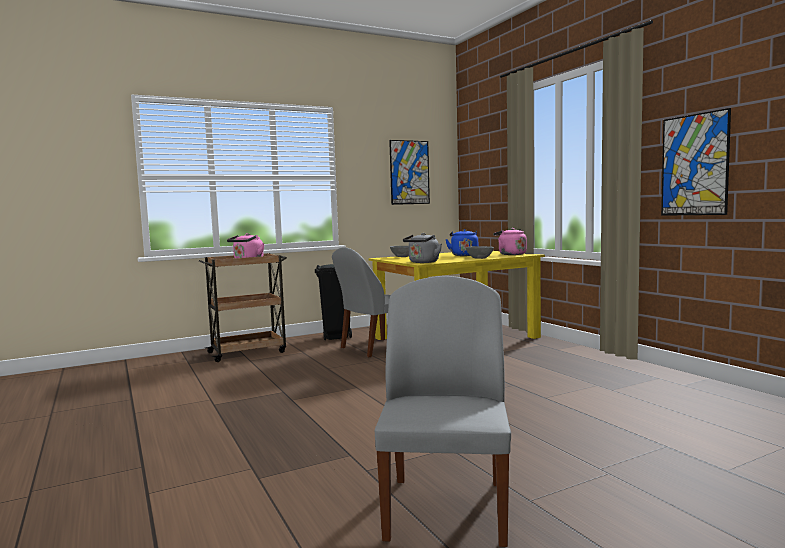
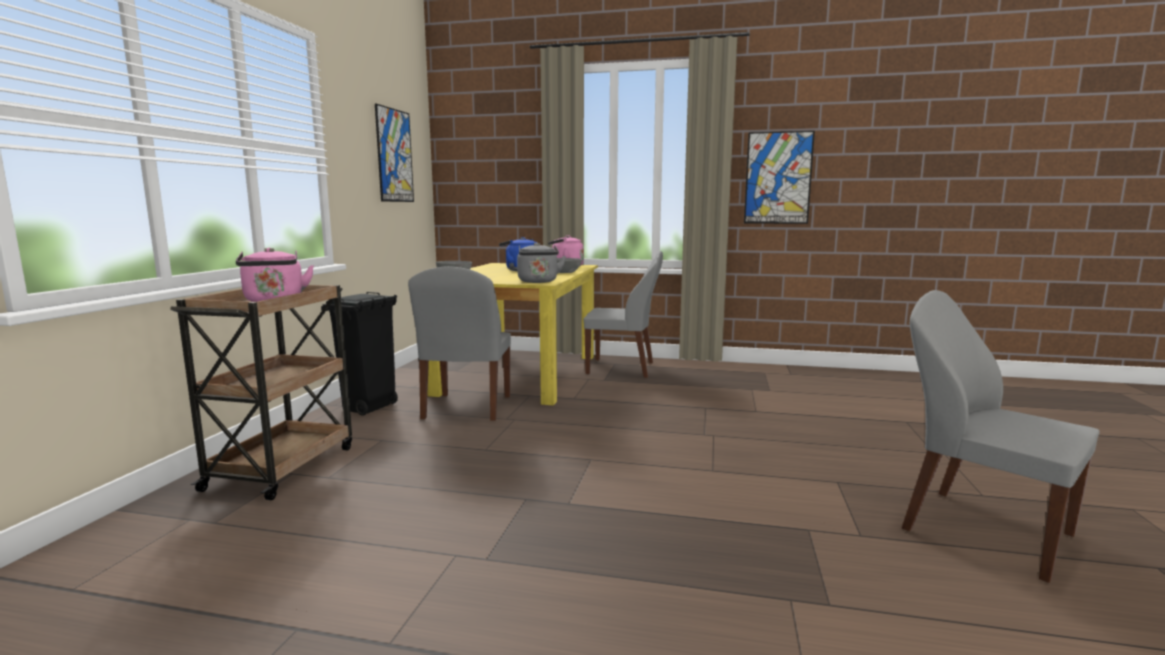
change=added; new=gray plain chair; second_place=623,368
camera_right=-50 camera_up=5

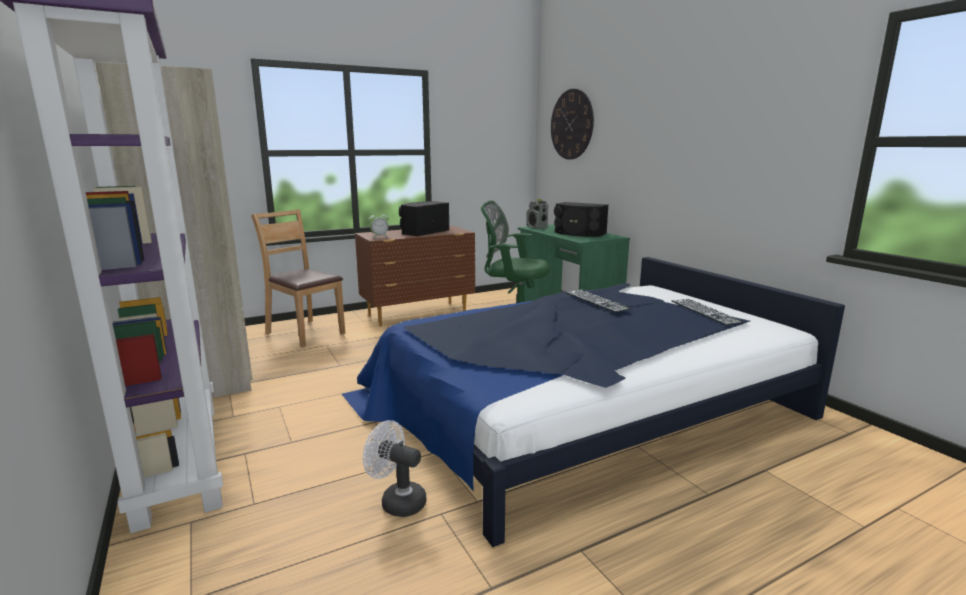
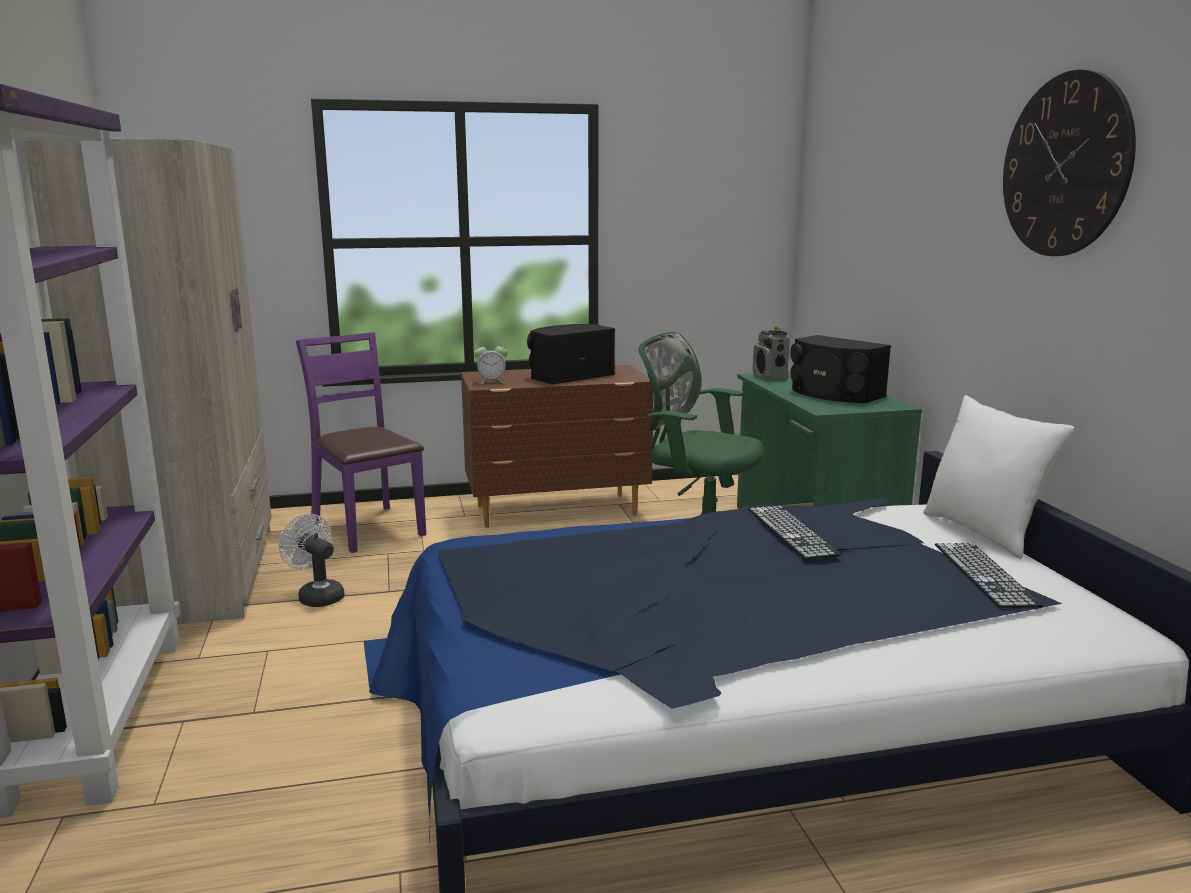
change=added; new=white throw pillow; second_place=983,533
change=moved; old=white cooling fan; first_place=397,501; second_place=317,596
change=moved; old=clock on the wall; first_place=571,124; second_place=1065,165
change=recoloured; old=brown-coloured plain chair; new=purple-coloured plain chair; first_place=305,333; second_place=368,528
camera_right=15 camera_up=0

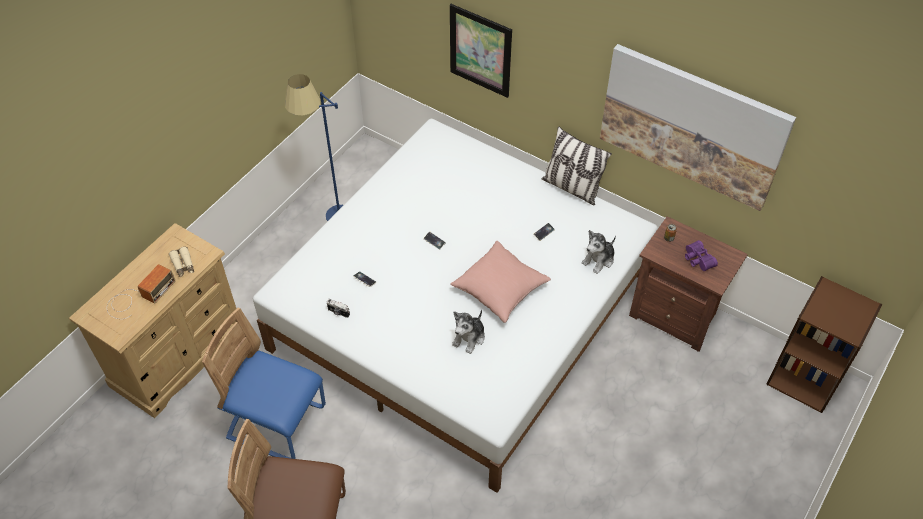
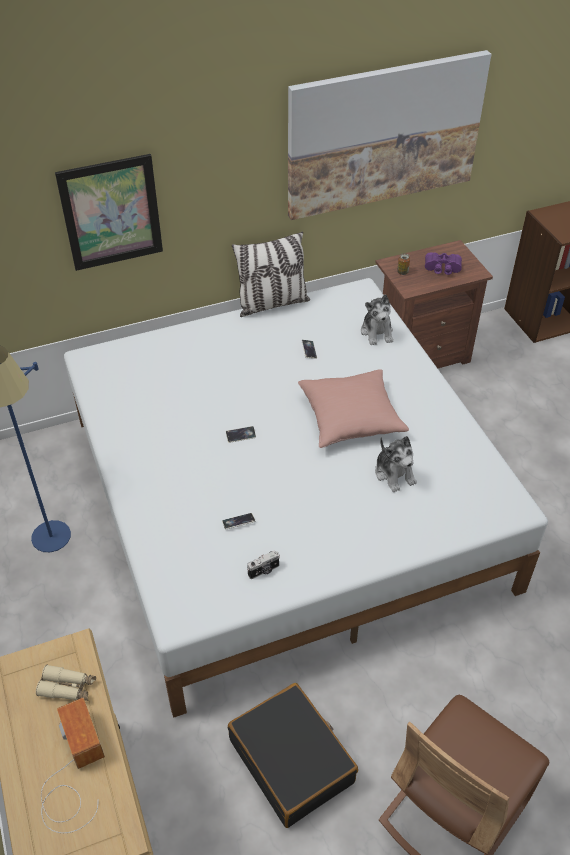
change=replaced; old=blue plain chair; new=black-coloured travel case; first_place=277,423; second_place=292,760
camera_right=-55 camera_up=-5

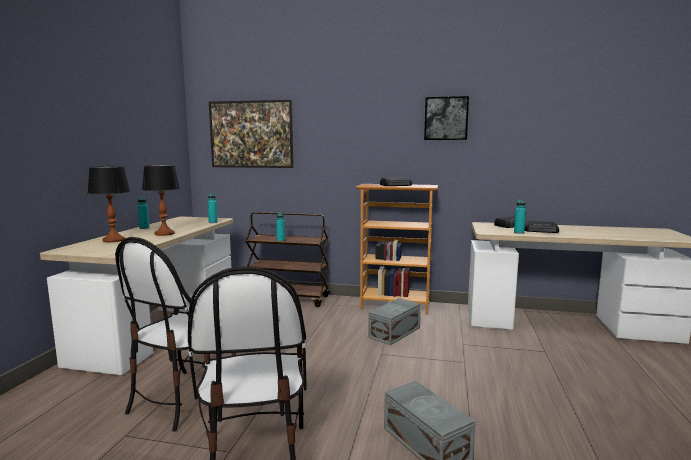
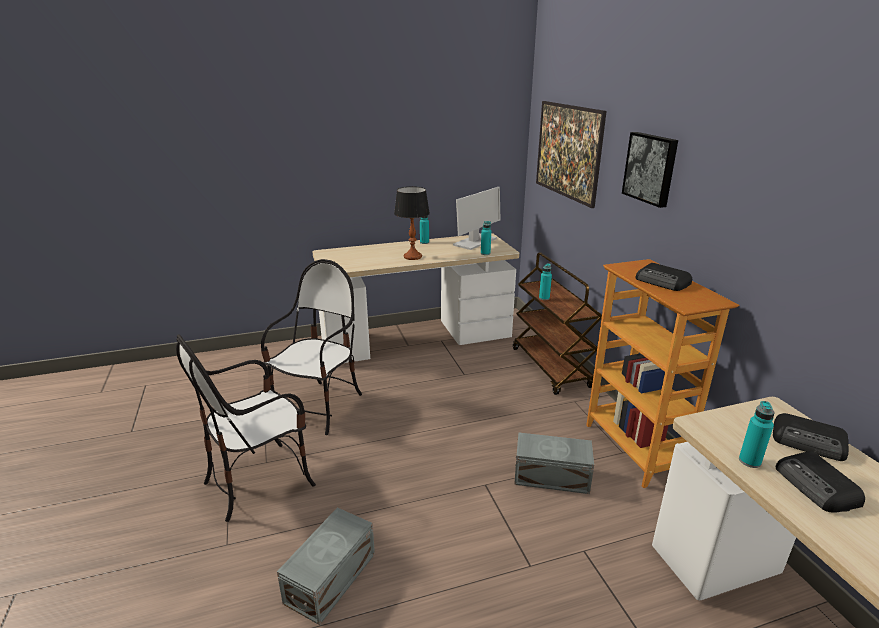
change=removed; old=table lamp; first_place=114,240
change=added; new=monitor; second_place=475,242
change=moved; old=wall picture; first_place=446,118; second_place=651,168
change=turned; old=plain chair; first_place=184,398; second_place=320,407; degrees=120
camera_right=60 camera_up=15

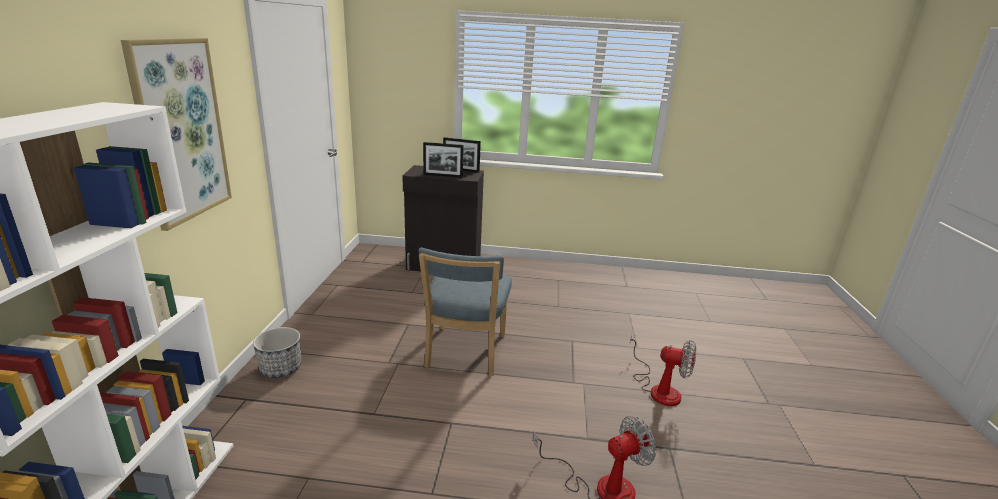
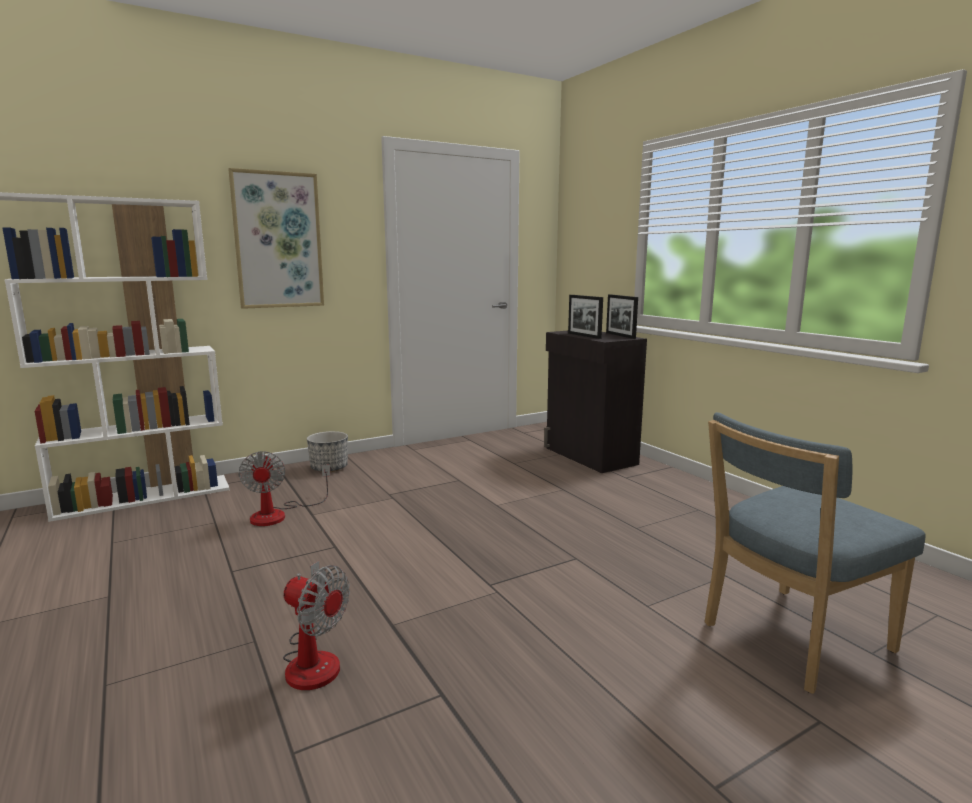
change=moved; old=blue plain chair; first_place=464,354; second_place=789,639
change=moved; old=cooling fan; first_place=658,388; second_place=279,514
camera_right=55 camera_up=-10

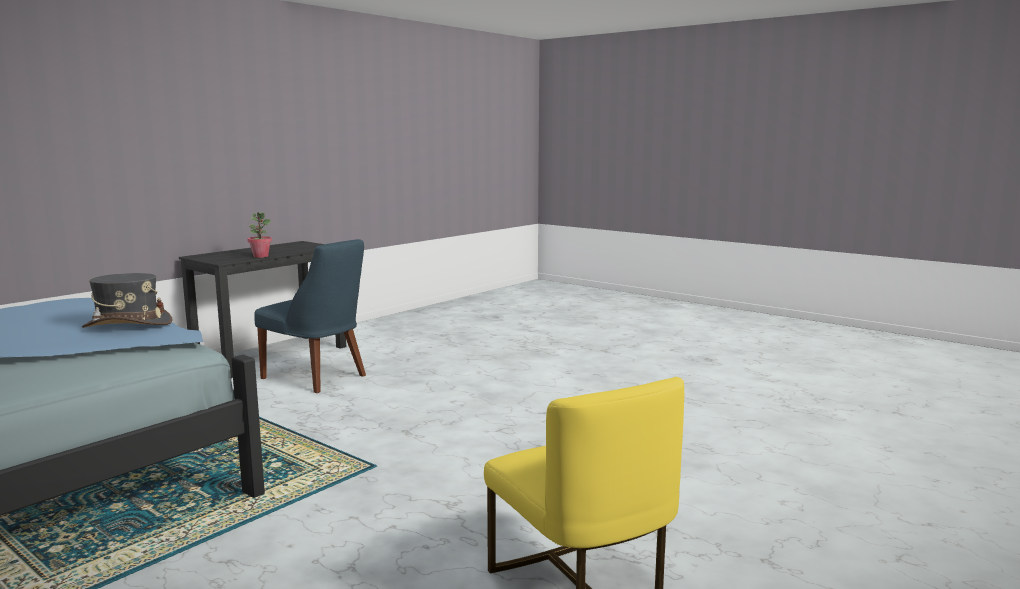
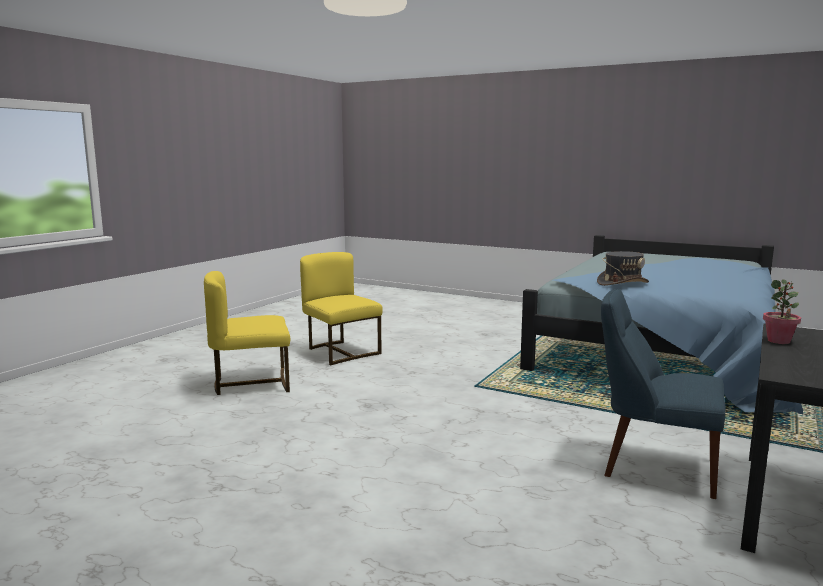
change=added; new=yellow-coloured plain chair; second_place=252,383
camera_right=170 camera_up=0

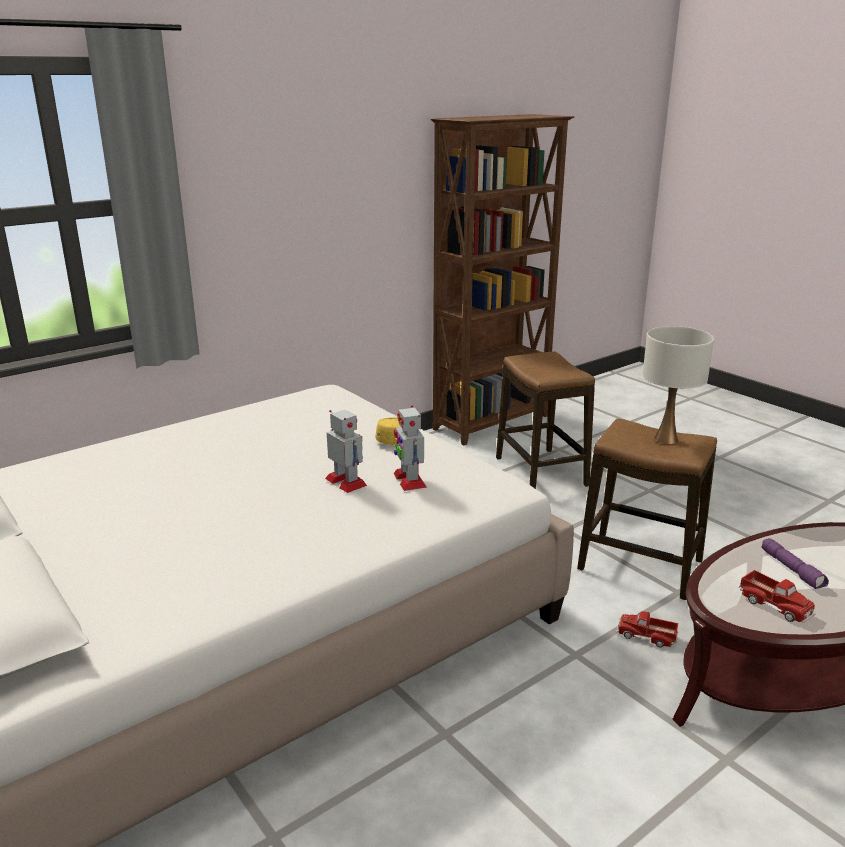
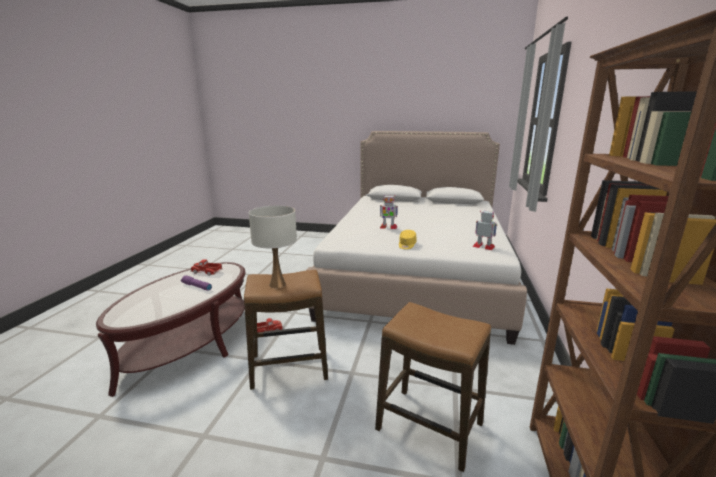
change=moved; old=model robot; first_place=409,480; second_place=483,246
camera_right=140 camera_up=-5

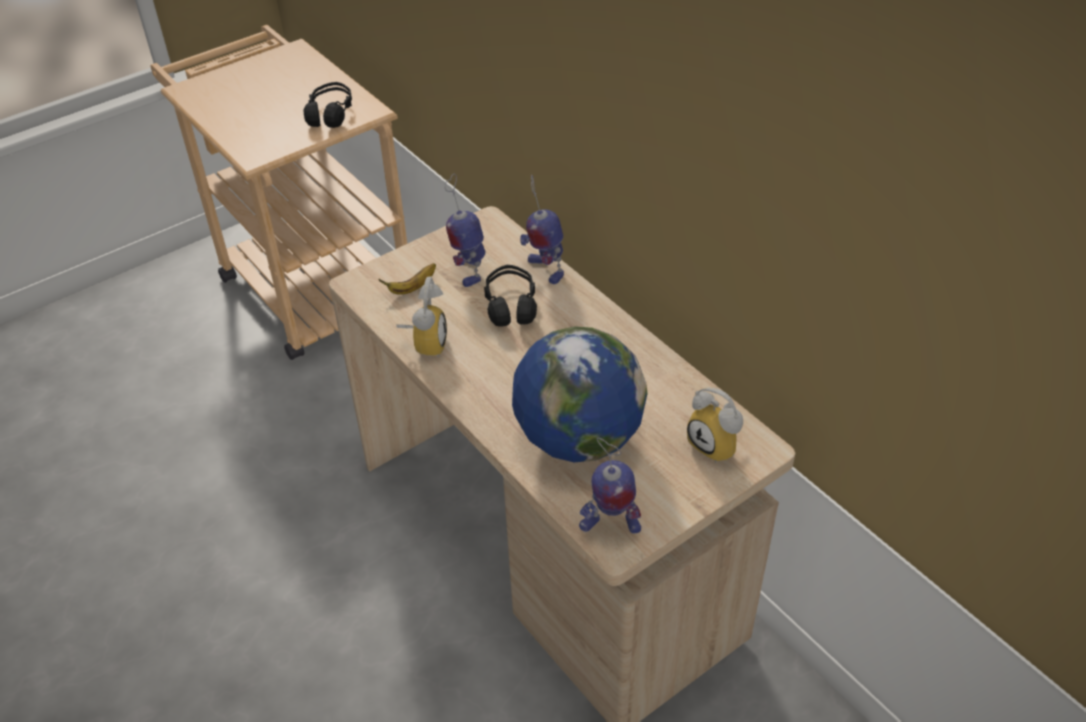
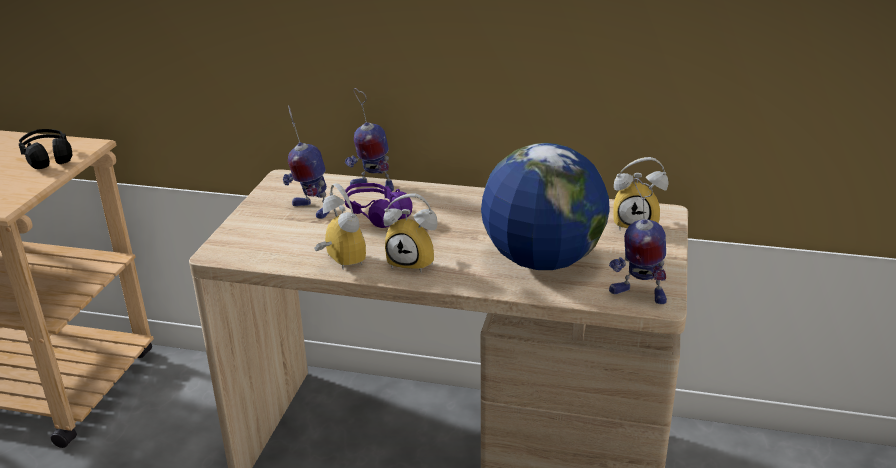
change=removed; old=banana; first_place=412,288
change=added; new=bedside clock; second_place=414,262
change=recoloured; old=black-coloured headset; new=purple-coloured headset; first_place=511,305; second_place=376,214
change=turned; old=model robot; first_place=609,525; second_place=637,294; degrees=60
camera_right=-40 camera_up=-15

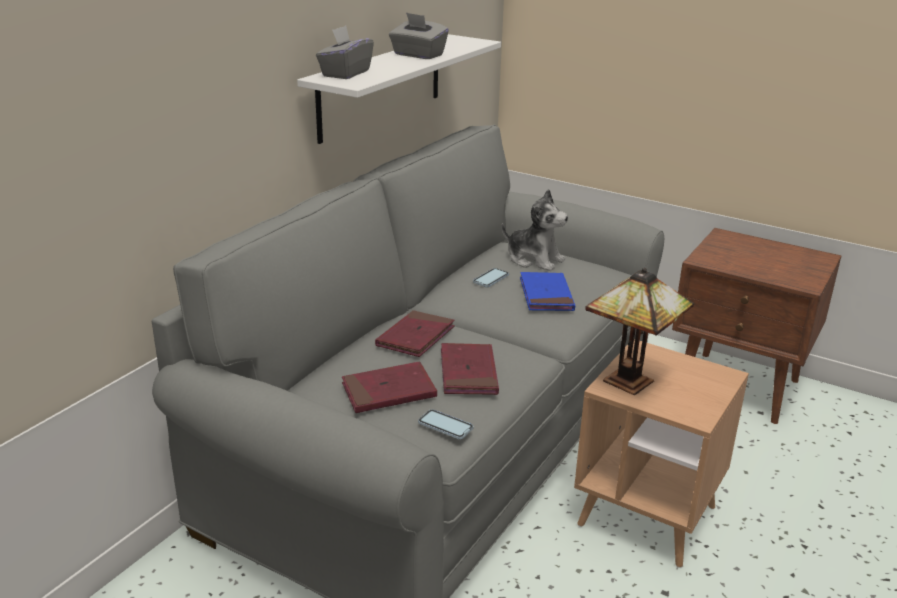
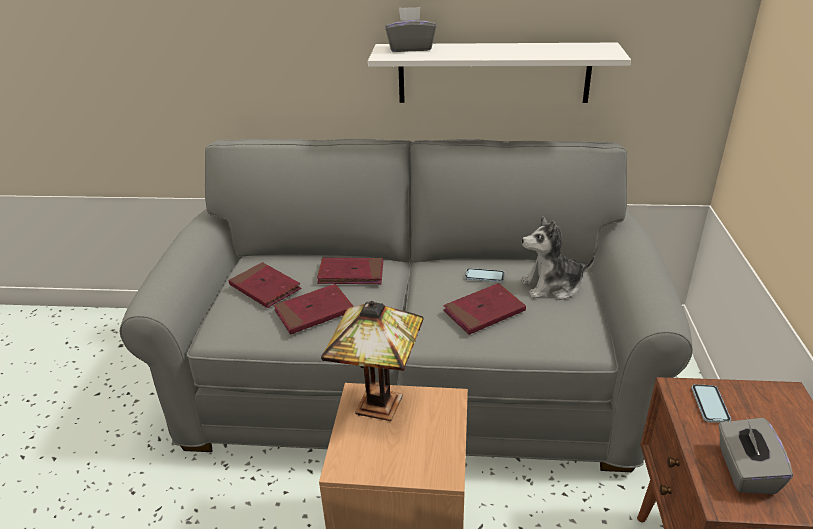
change=moved; old=gray tissue holder; first_place=418,55; second_place=745,470
change=moved; old=phone; first_place=445,426; second_place=710,404
change=recoloured; old=blue bound book; new=red bound book; first_place=546,295; second_place=484,312
change=turned; old=cuddly toy; first_place=534,259; second_place=552,286; degrees=75
camera_right=65 camera_up=5

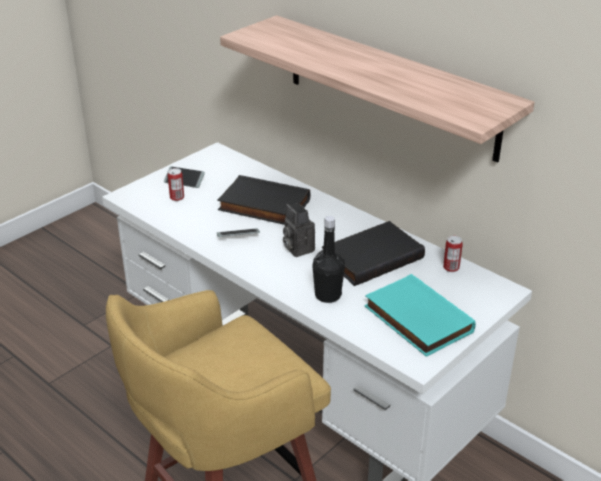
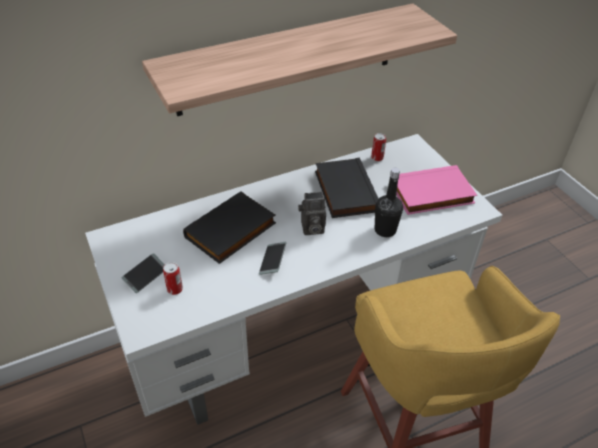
change=recoloured; old=turquoise-coloured bound book; new=pink bound book; first_place=415,320; second_place=431,194
camera_right=-70 camera_up=10

